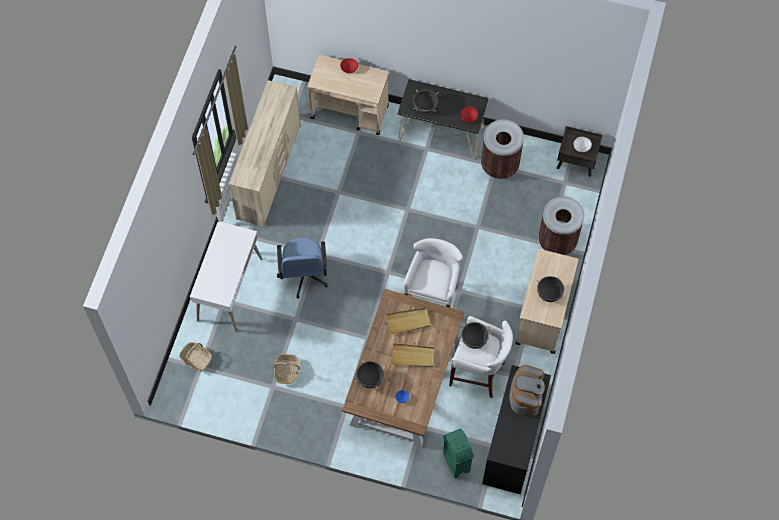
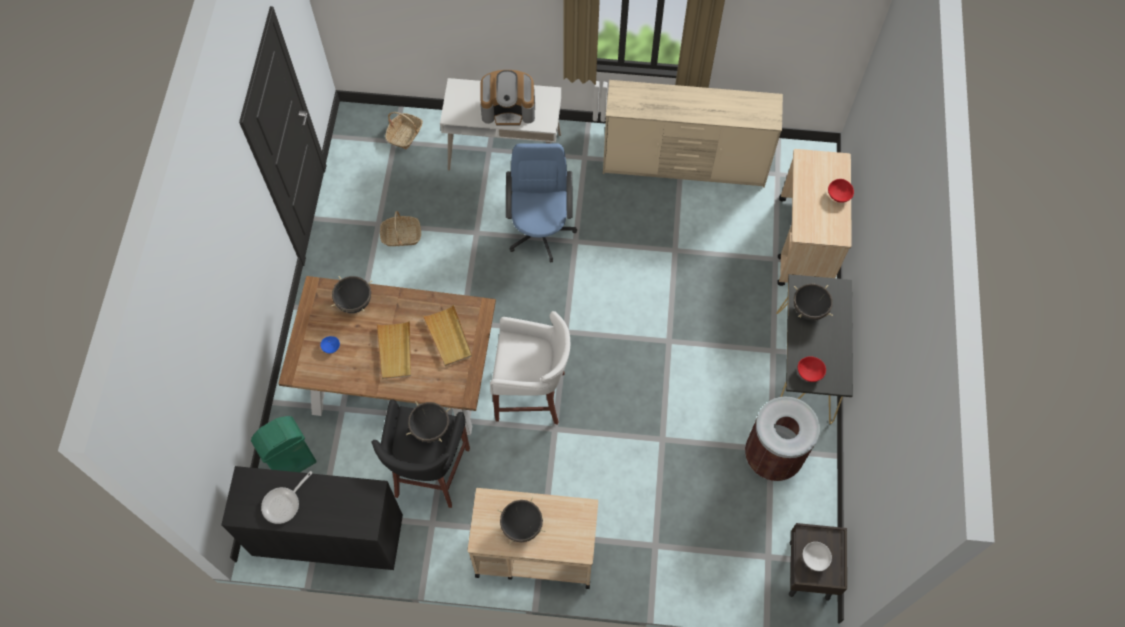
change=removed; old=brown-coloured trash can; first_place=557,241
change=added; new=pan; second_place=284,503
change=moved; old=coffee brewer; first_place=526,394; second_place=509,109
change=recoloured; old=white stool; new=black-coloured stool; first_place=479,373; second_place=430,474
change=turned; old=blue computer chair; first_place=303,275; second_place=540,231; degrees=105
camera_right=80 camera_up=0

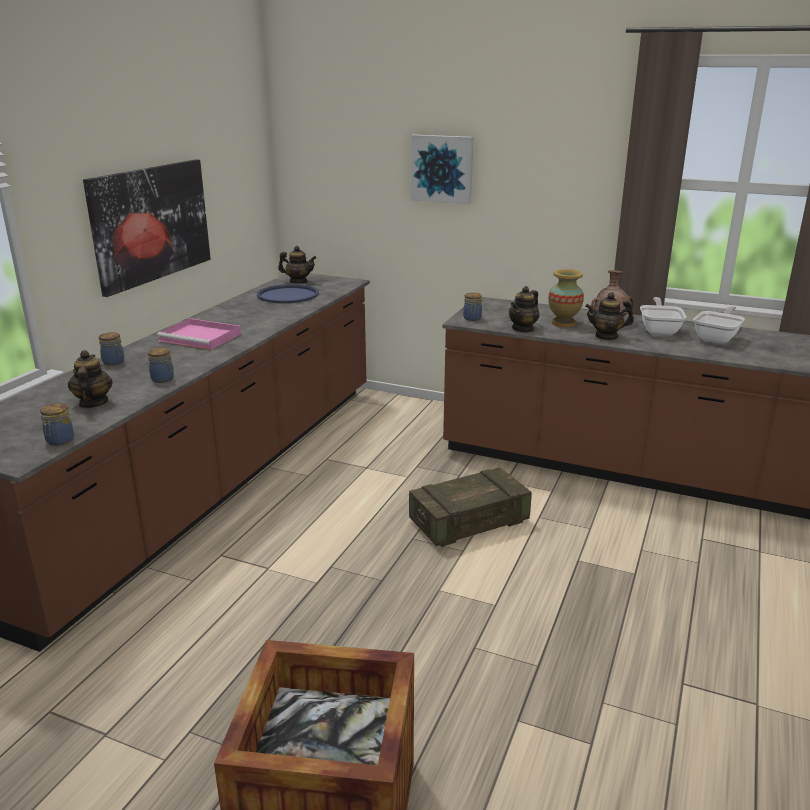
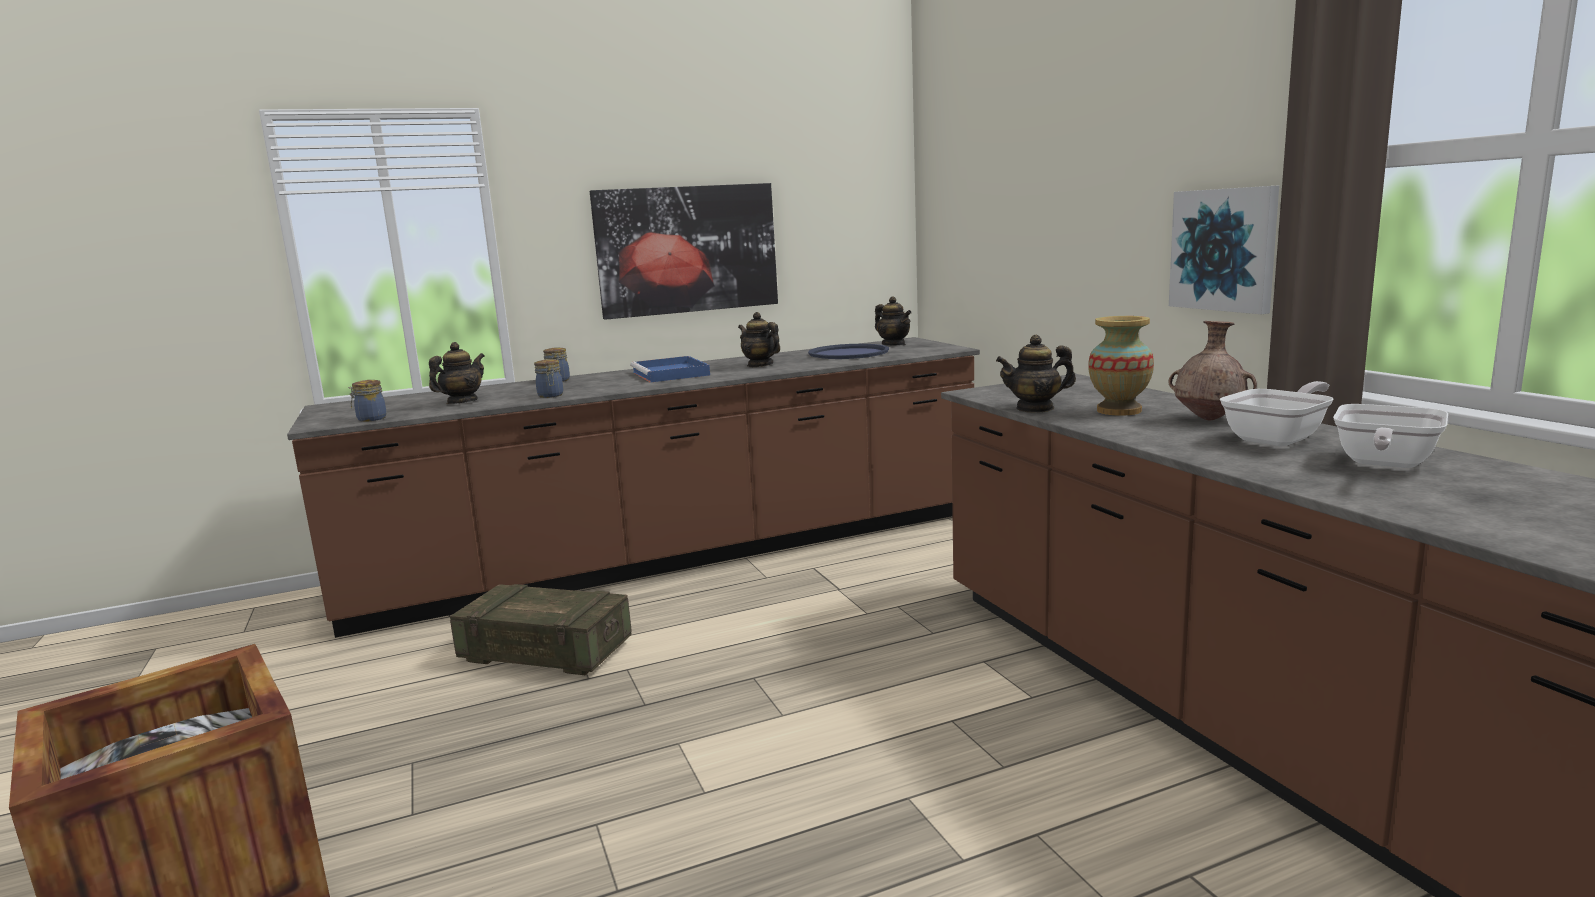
change=removed; old=preserve jar; first_place=472,318
change=moved; old=shipping crate; first_place=469,522; second_place=546,652
change=moved; old=wall picture; first_place=442,169; second_place=1224,249
change=moved; old=teapot; first_place=606,336; second_place=760,365
change=recoloured; old=pink serving tray; new=blue serving tray; first_place=202,337; second_place=671,373
change=turned; old=pan; first_place=717,338; second_place=1382,464; degrees=135
camera_right=45 camera_up=-10

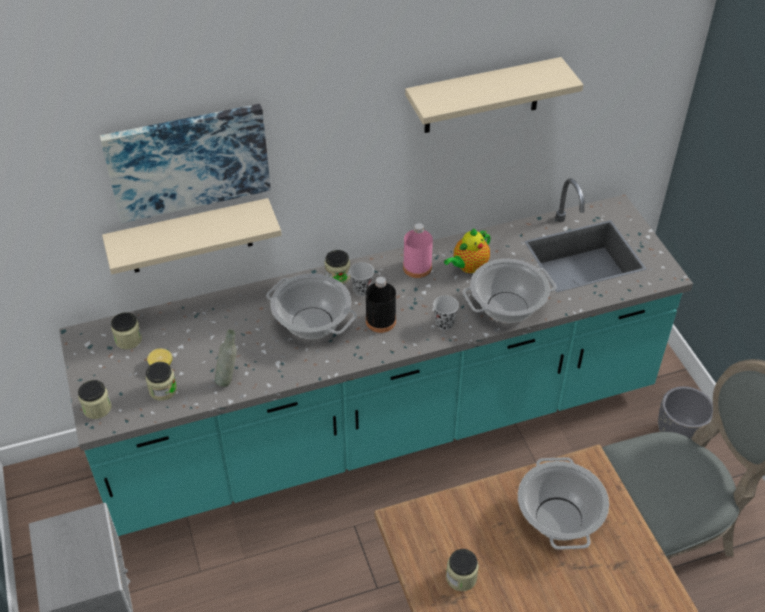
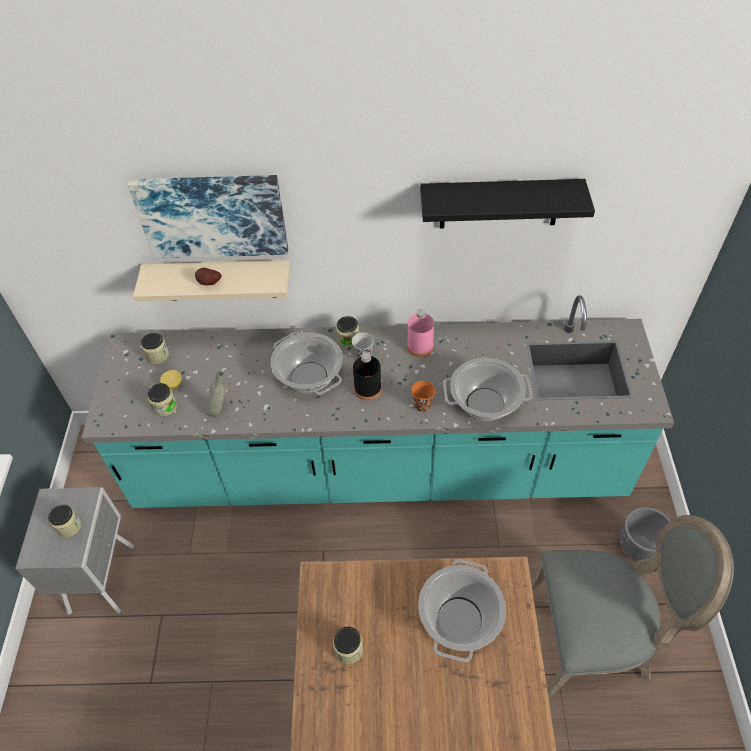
change=removed; old=teapot; first_place=468,267
change=added; new=whole potato; second_place=209,283
change=moved; old=preserve jar; first_place=97,408; second_place=69,526
change=recoloured; old=beige-coloured shelf; new=black-coloured shelf; first_place=482,96; second_place=499,203
change=recoloured; old=black-coloured small cup; new=orangey small cup; first_place=444,323; second_place=422,405
camera_right=20 camera_up=5

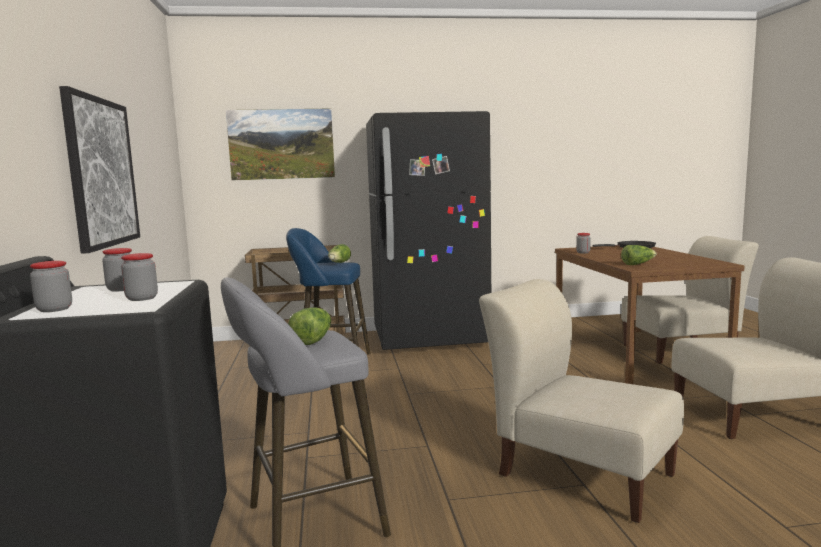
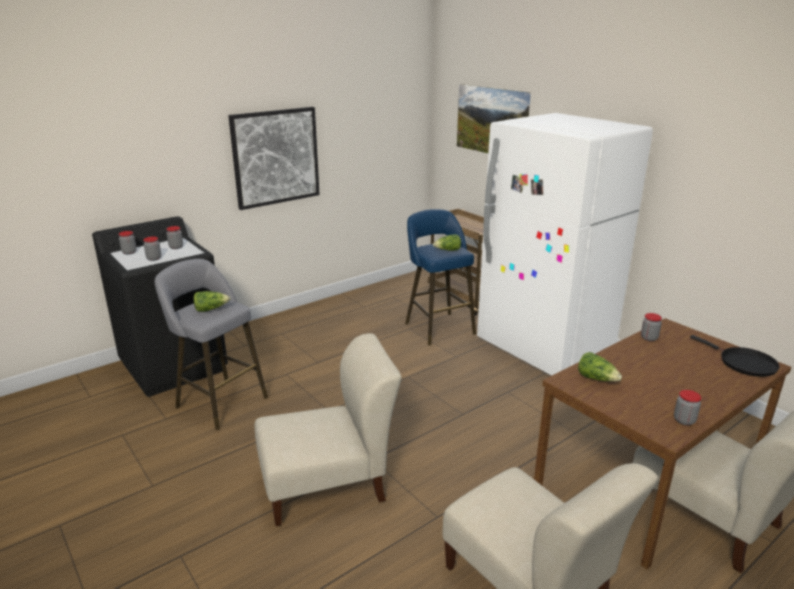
change=added; new=preserve jar; second_place=684,420
change=recoloured; old=black-coloured fridge; new=white fridge; first_place=430,339; second_place=544,348
change=turned; old=beige-coloured plain chair; first_place=578,472; second_place=328,484; degrees=60
camera_right=60 camera_up=15

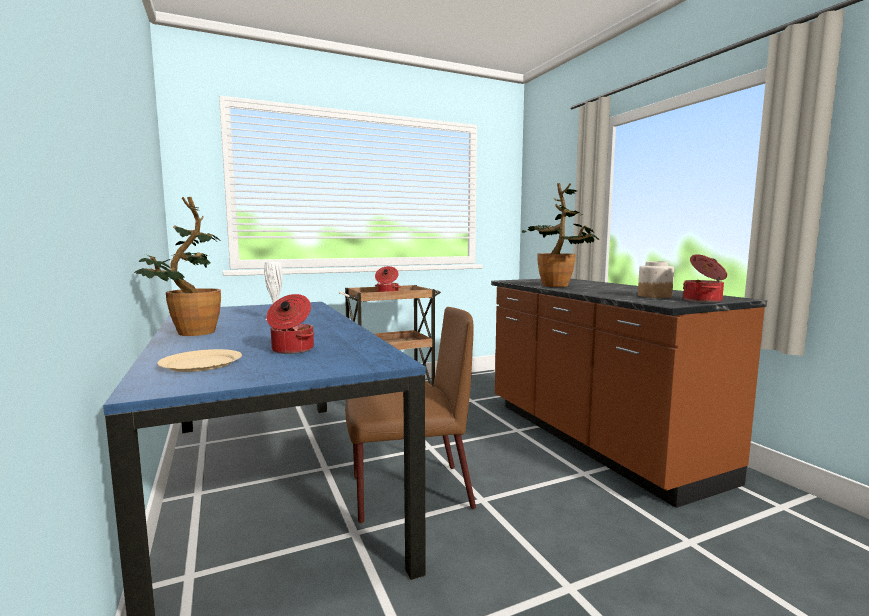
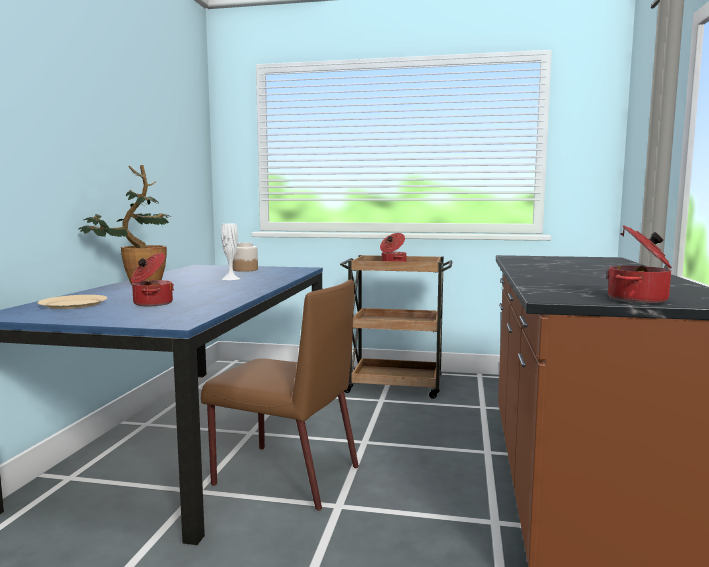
change=removed; old=houseplant; first_place=558,286
change=moved; old=preserve jar; first_place=654,296; second_place=245,270
camera_right=35 camera_up=0

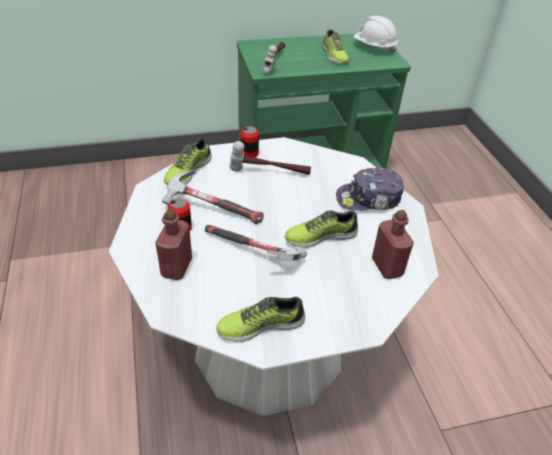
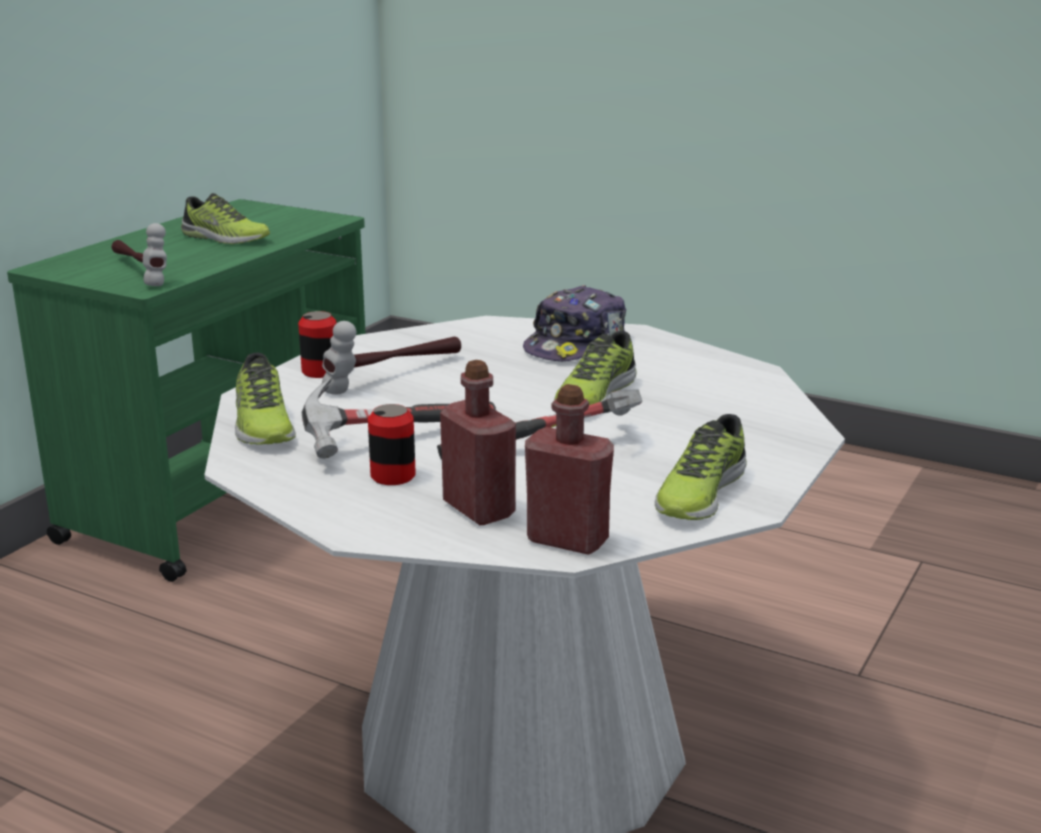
change=removed; old=white work helmet; first_place=374,47
change=moved; old=red beverage bottle; first_place=387,267; second_place=567,540
camera_right=-45 camera_up=-20

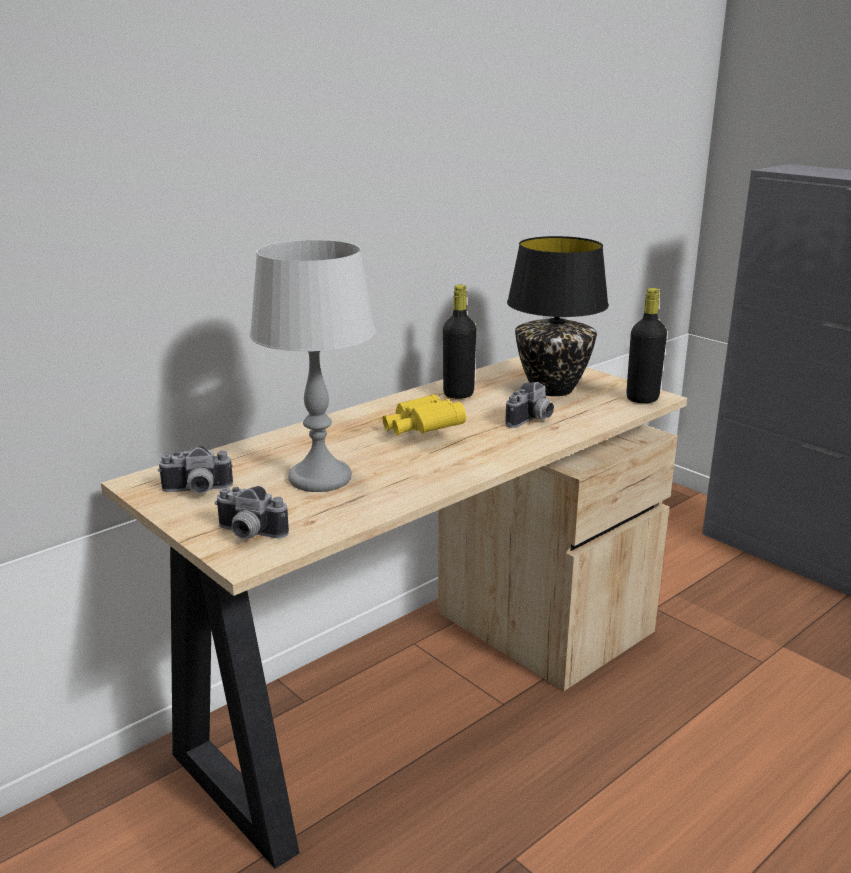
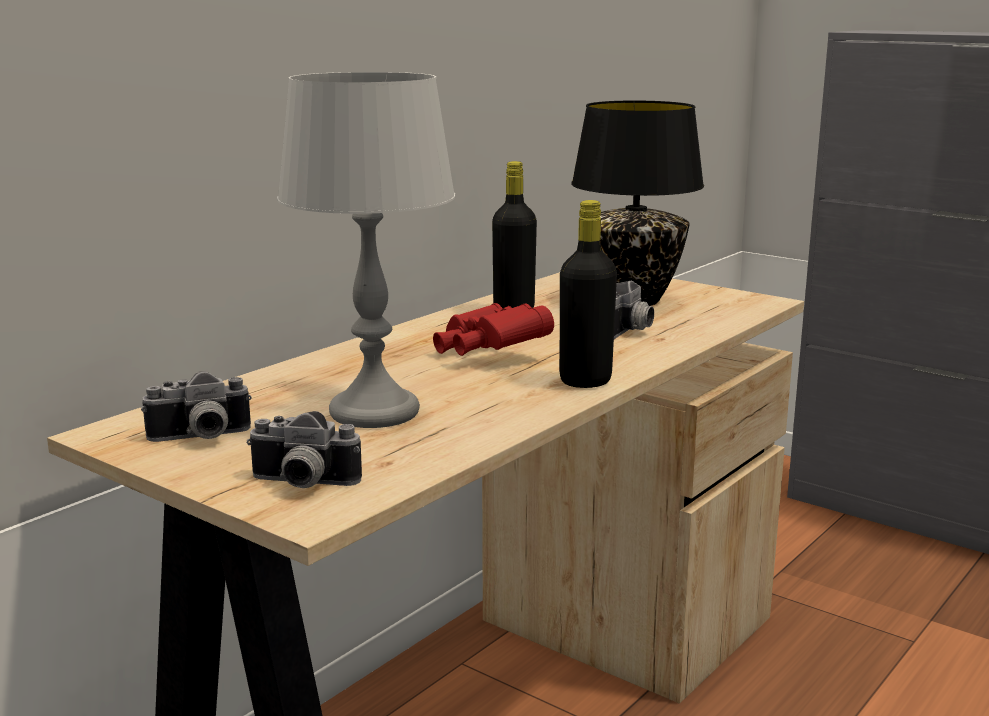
change=moved; old=black-coloured beverage bottle; first_place=642,399; second_place=585,381
change=recoloured; old=yellow-coloured binoculars; new=red binoculars; first_place=422,432; second_place=488,353
camera_right=-10 camera_up=-5

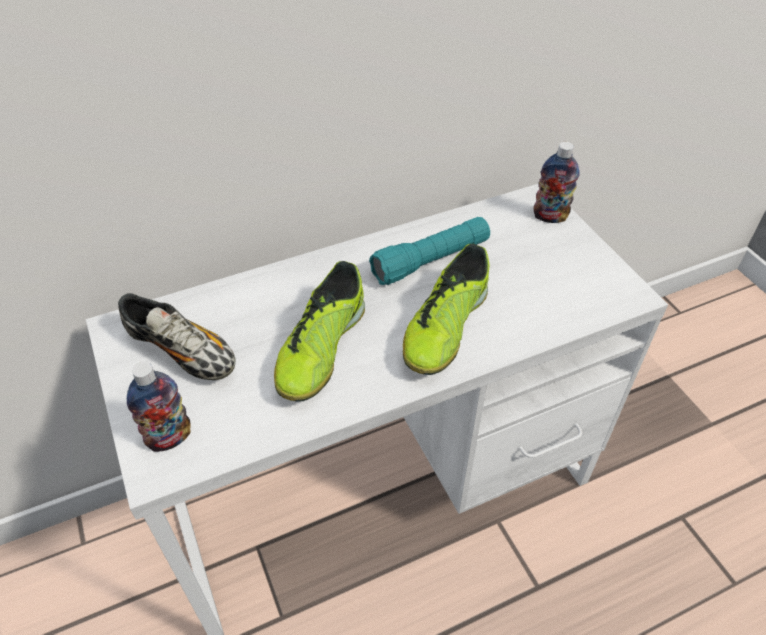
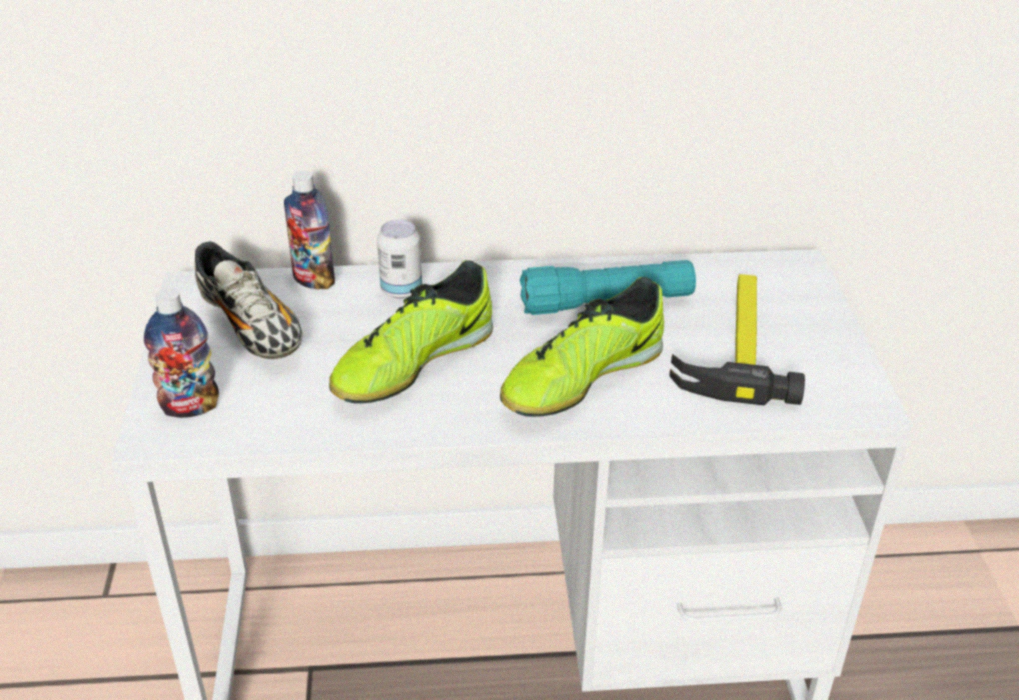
change=added; new=metal can; second_place=401,290
change=added; new=tool hammer; second_place=735,344
change=moved; old=beverage bottle; first_place=550,216; second_place=314,280
camera_right=20 camera_up=-10

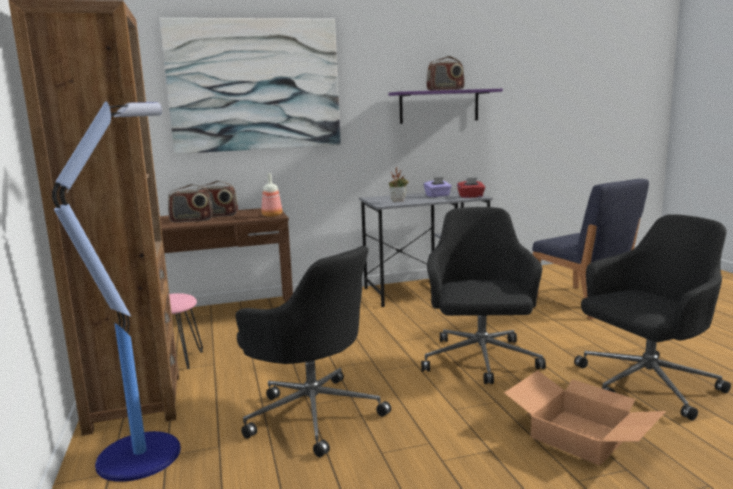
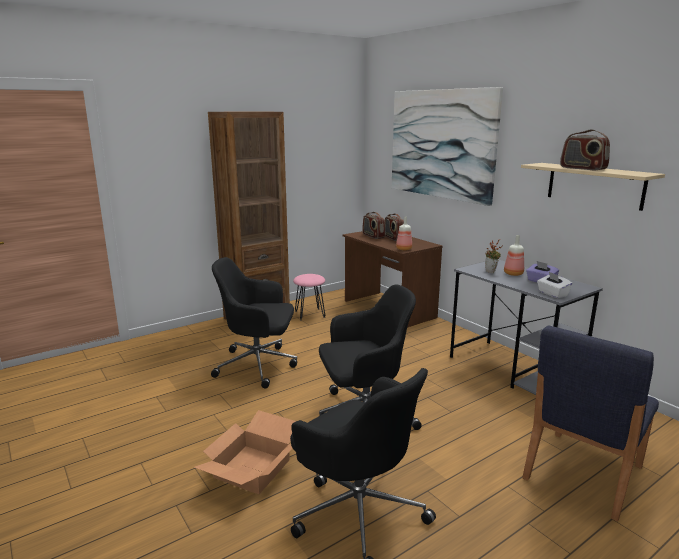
change=removed; old=standing lamp; first_place=142,454
change=added; new=beverage bottle; second_place=513,274
change=recoloured; old=purple-coloured shelf; new=beige-coloured shelf; first_place=439,106; second_place=594,185
change=recoloured; old=red tissue holder; new=white tissue holder; first_place=471,196; second_place=552,294
change=turned; old=black-coloured computer chair; first_place=313,413; second_place=258,365; degrees=75
camera_right=70 camera_up=5

